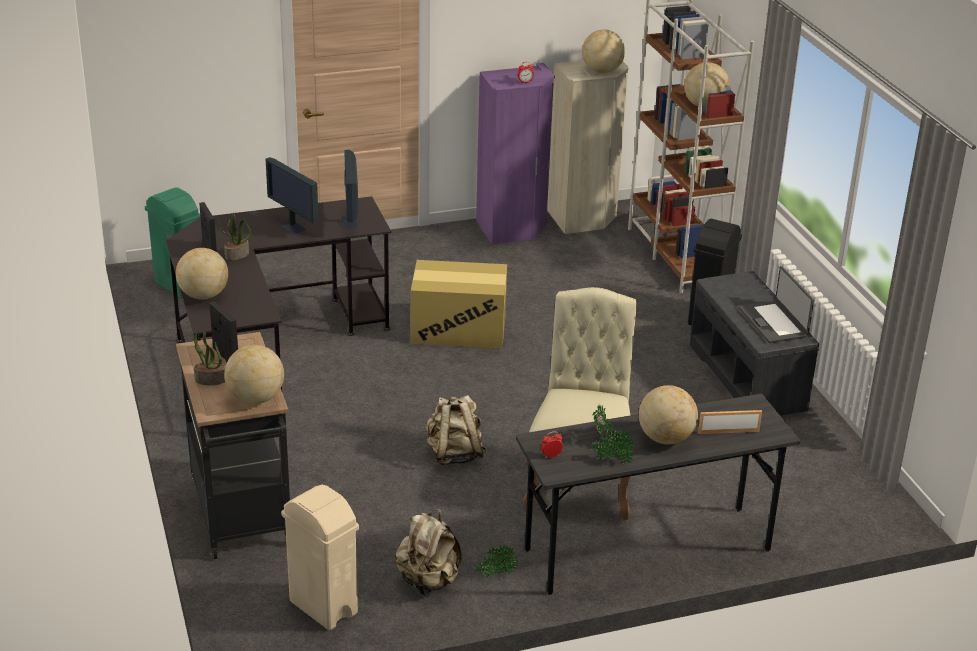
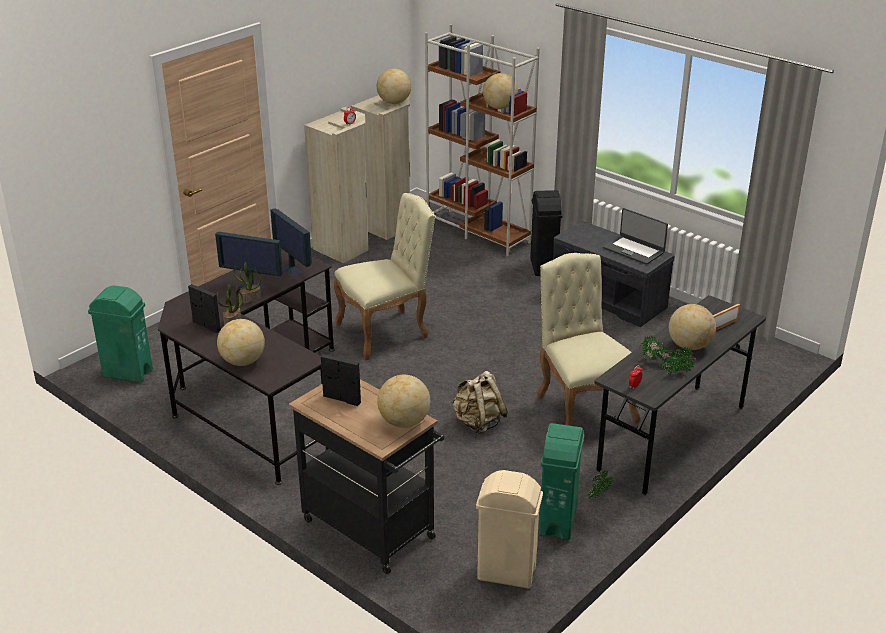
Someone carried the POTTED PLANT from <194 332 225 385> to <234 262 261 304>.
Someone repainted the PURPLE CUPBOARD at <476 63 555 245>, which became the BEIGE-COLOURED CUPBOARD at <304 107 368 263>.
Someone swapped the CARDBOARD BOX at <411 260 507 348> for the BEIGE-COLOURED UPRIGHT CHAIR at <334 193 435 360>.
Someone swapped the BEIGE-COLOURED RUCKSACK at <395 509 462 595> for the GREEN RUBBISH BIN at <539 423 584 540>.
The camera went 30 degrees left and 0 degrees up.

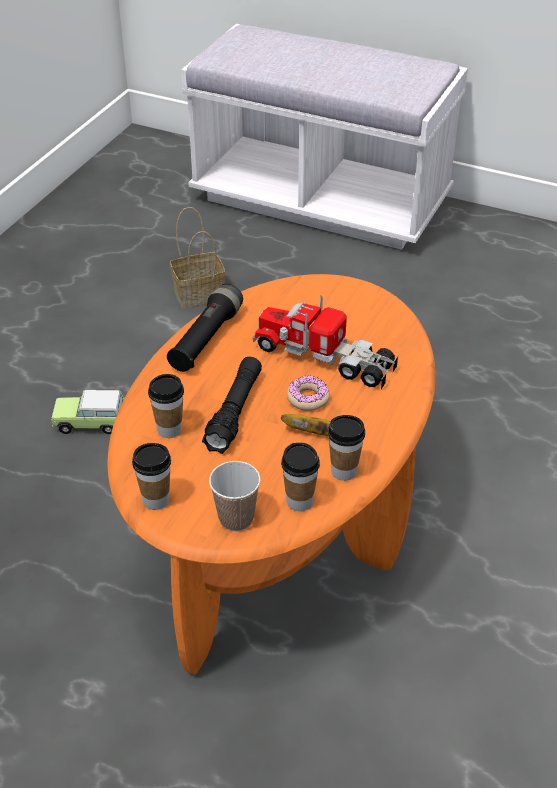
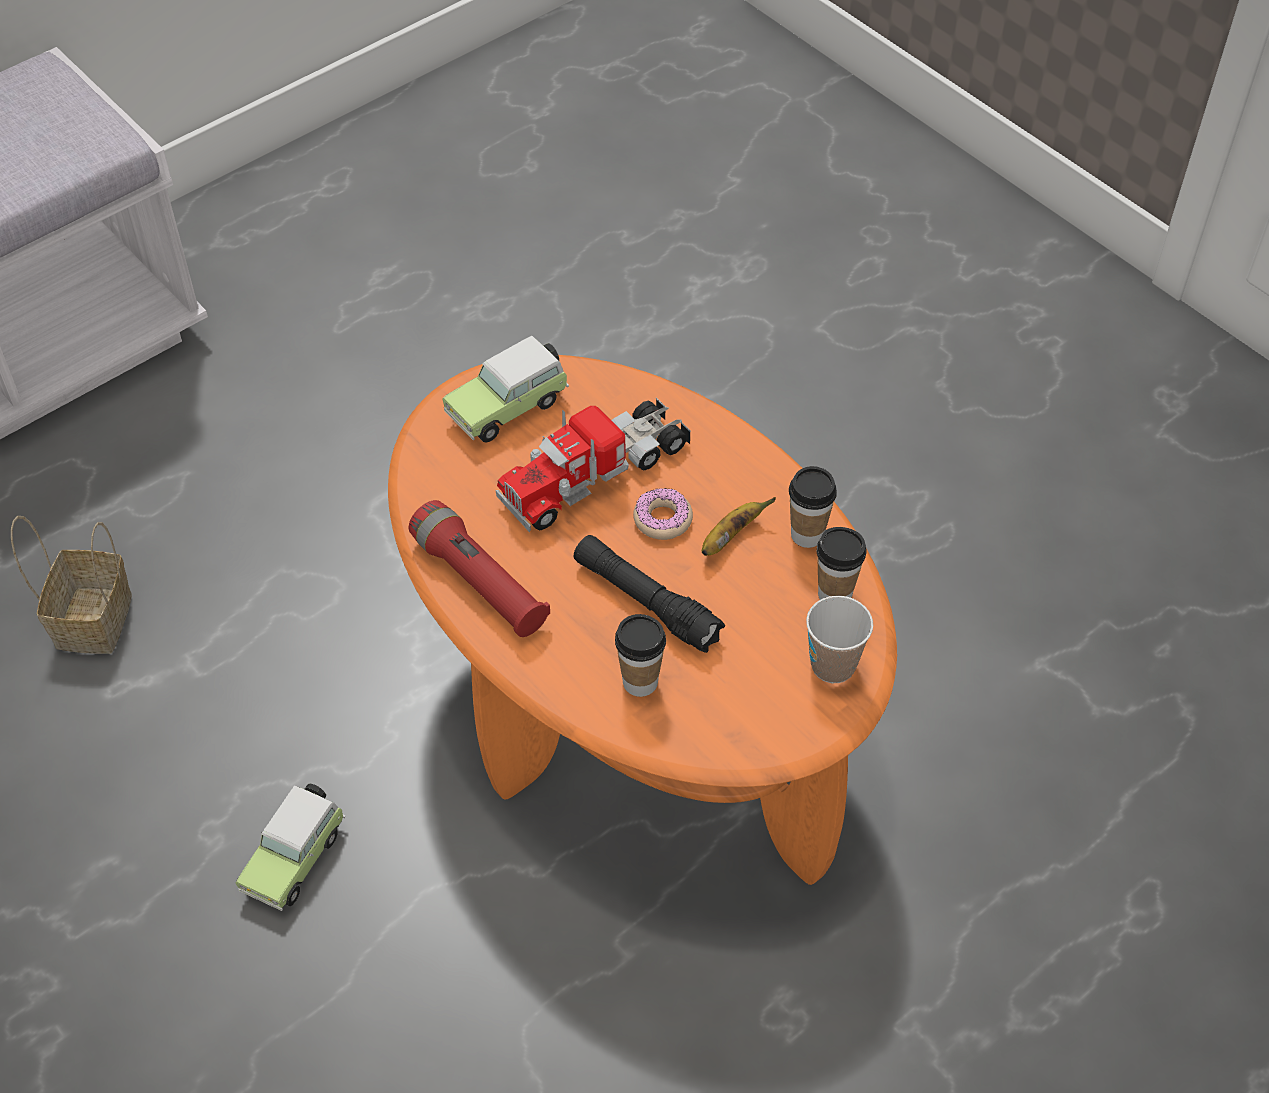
Someone repainted the BLACK HAND TORCH at <167 283 243 372>, which became the REDDISH HAND TORCH at <409 500 550 637>.
Someone put down the MODEL CAR at <442 336 569 443>.
Someone took away the SMALL CUP at <132 443 171 510>.
The camera went 65 degrees left and 10 degrees up.

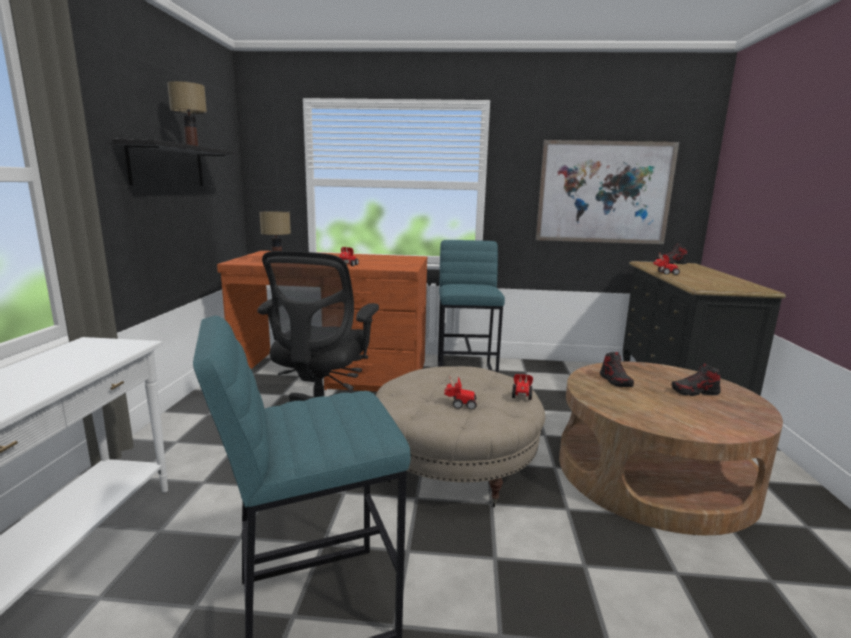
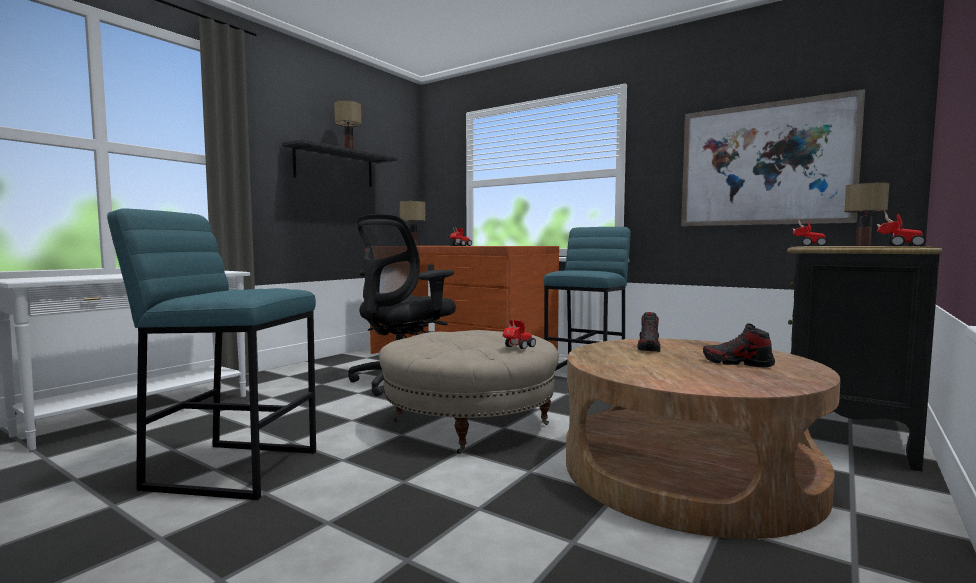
Someone swapped the ITEM OF FOOTWEAR at <656 243 688 264> for the LAMP FOR A TABLE at <844 183 889 246>.
Someone carried the MODEL CAR from <444 374 477 410> to <877 211 926 246>.
The camera went 30 degrees right and 10 degrees down.

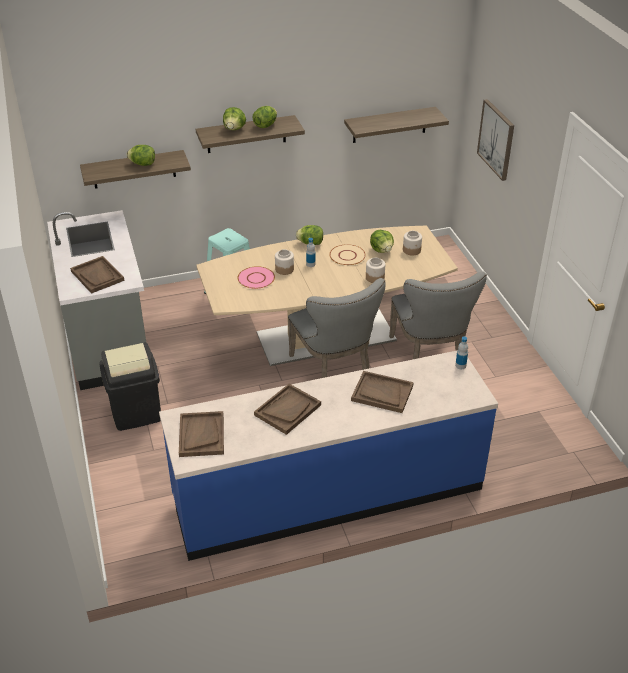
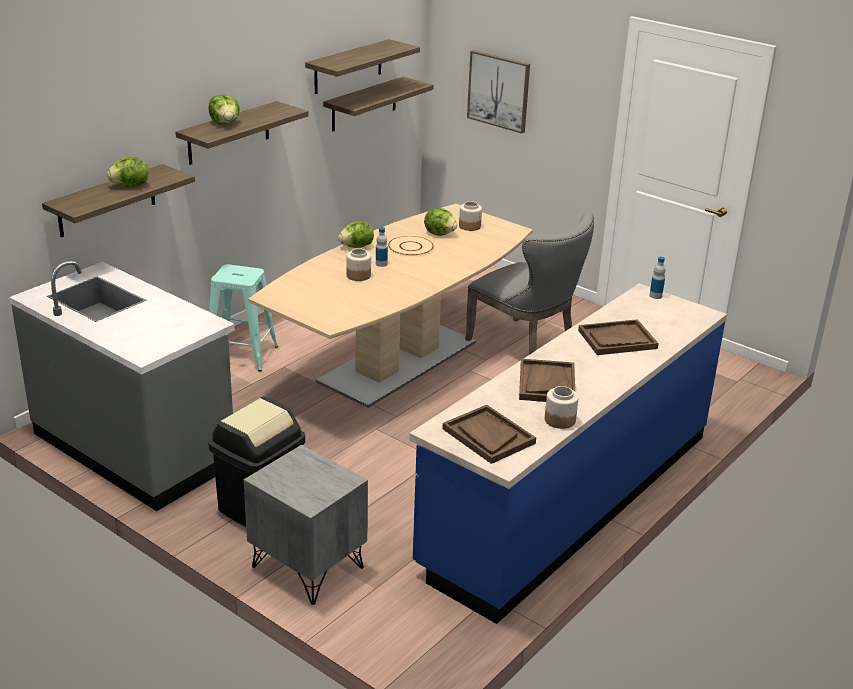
Someone put down the GREYISH NIGHTSTAND at <244 445 368 605>.
Someone put up the WALL SHELF at <305 39 420 94>.
Someone carried the STORAGE JAR from <366 258 385 283> to <545 386 579 429>.
Someone took away the BROWNISH CARRYING TRAY at <70 256 124 294>.
Someone took away the PINK FLAT DISH at <238 266 275 289>.
Someone took away the LETTUCE HEAD at <253 106 277 128>.
Someone took away the GREYISH UPRIGHT CHAIR at <288 278 385 378>.
The camera went 35 degrees left and 10 degrees down.

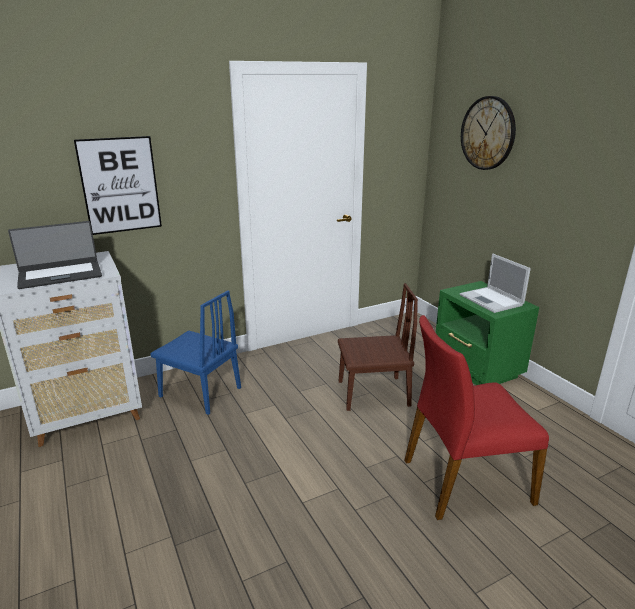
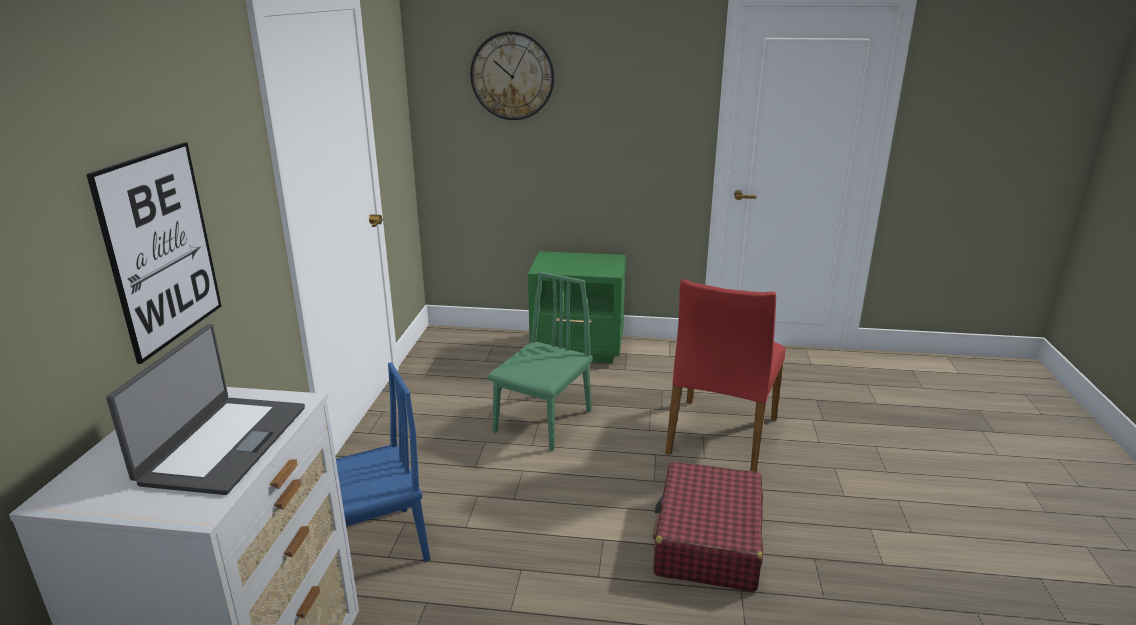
Someone repainted the BROWNISH UPRIGHT CHAIR at <338 283 418 411>, which became the GREEN UPRIGHT CHAIR at <488 272 593 451>.
Someone put down the REDDISH PIECE OF LUGGAGE at <653 461 763 592>.
Someone took away the PORTABLE COMPUTER at <460 254 531 313>.
The camera went 55 degrees left and 0 degrees up.

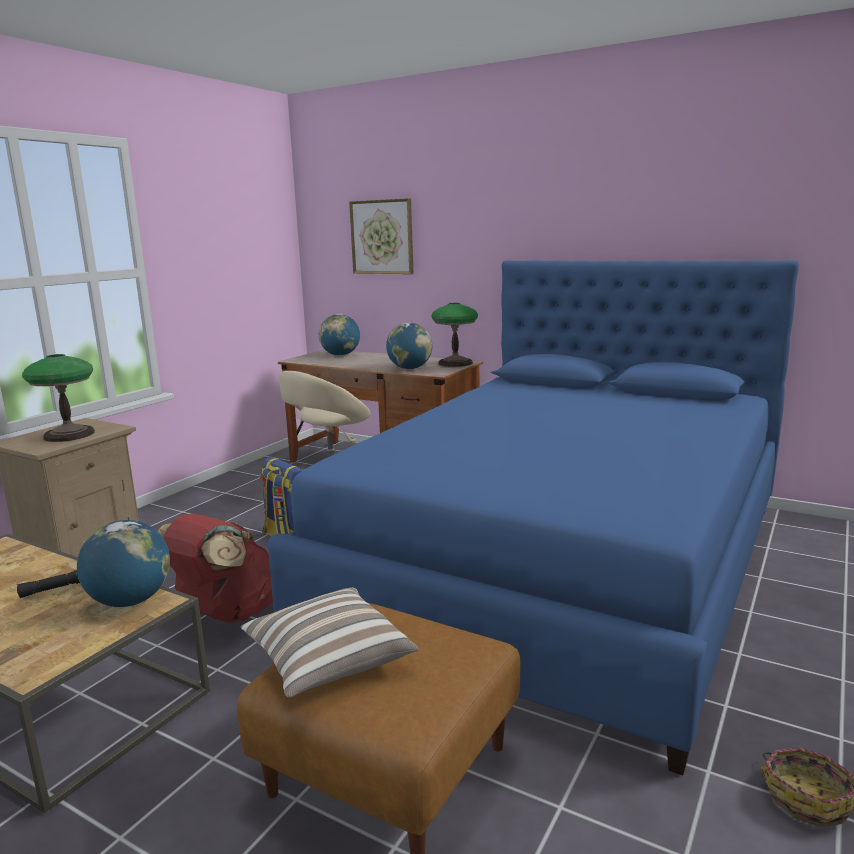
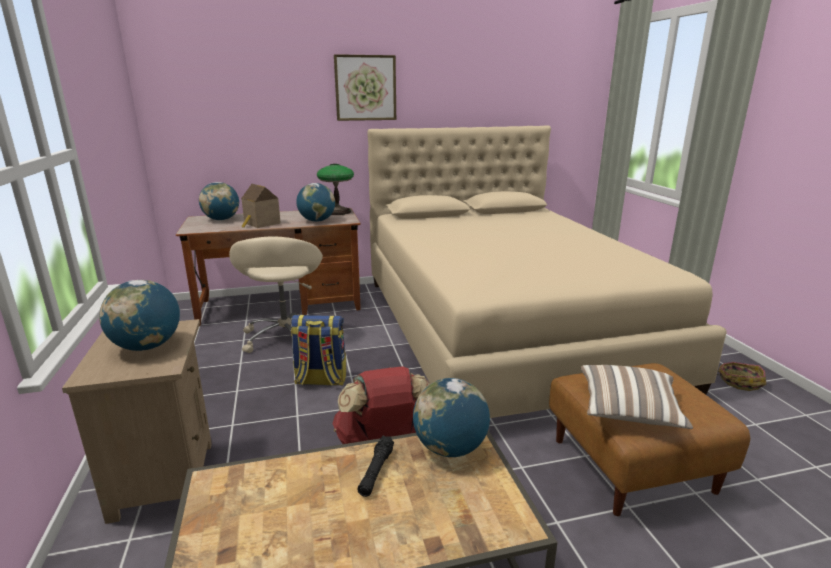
Someone swapped the LAMP FOR A TABLE at <22 354 95 442> for the WORLD GLOBE at <99 280 180 351>.
Someone put down the MINIATURE HOUSE at <241 184 281 228>.
Someone carried the WALL PICTURE from <349 198 413 274> to <334 54 396 121>.
Someone repainted the BLUE SLEEPING BED at <268 261 799 776>, which became the BEIGE-COLOURED SLEEPING BED at <368 126 727 418>.
The camera went 45 degrees left and 5 degrees up.

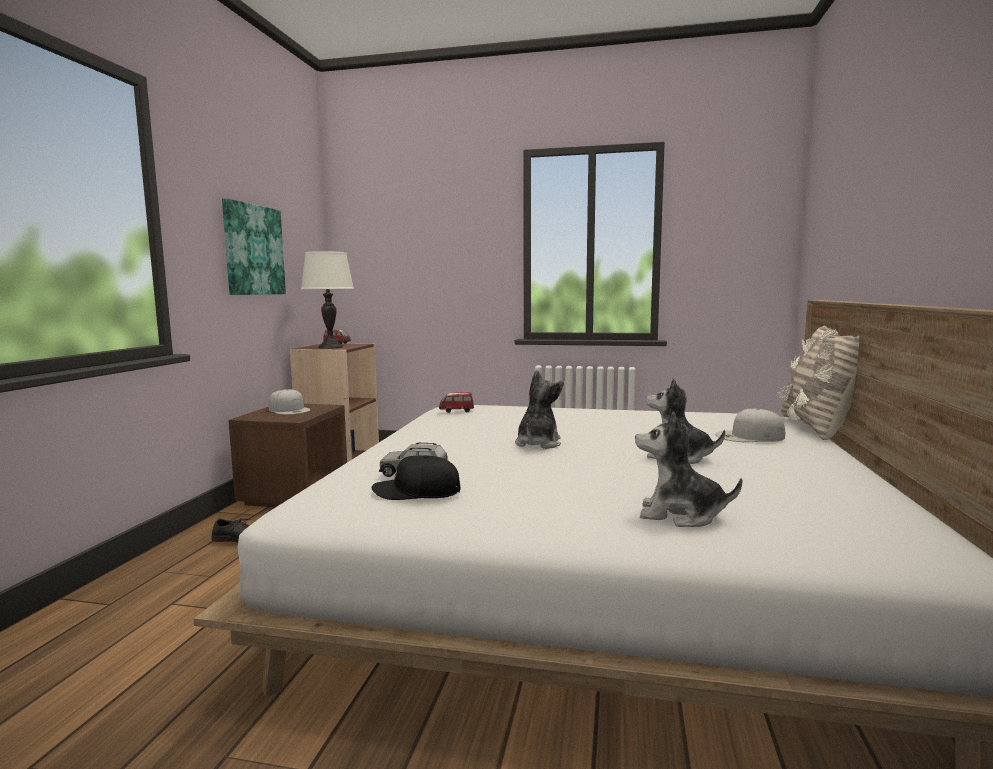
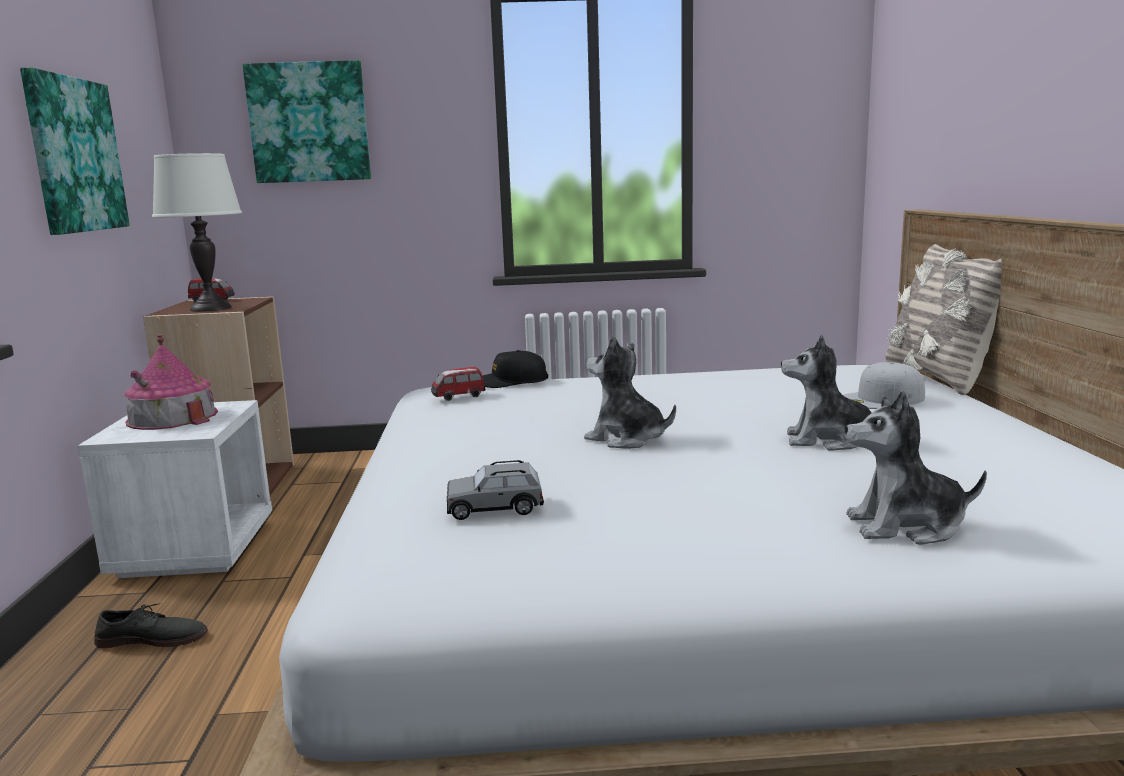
Someone repainted the BROWNISH NIGHTSTAND at <229 404 347 507>, which became the WHITISH NIGHTSTAND at <78 400 272 578>.
Someone swapped the WHITISH PEAKED CAP at <269 389 310 415> for the MINIATURE HOUSE at <124 335 218 430>.
Someone put up the WALL PICTURE at <243 60 371 183>.
Someone carried the BLACK PEAKED CAP from <372 455 460 500> to <483 350 548 388>.
Someone rotated the PLUSH TOY at <515 370 564 449> by 60 degrees counterclockwise.
The camera went 15 degrees left and 5 degrees up.

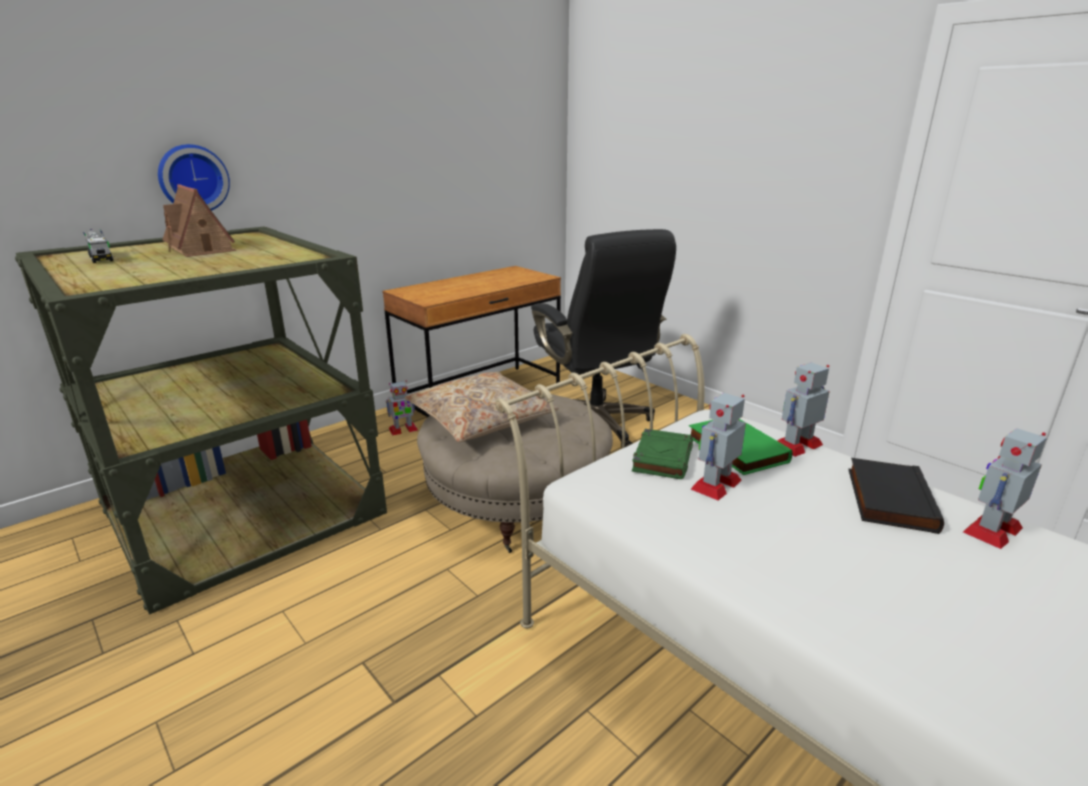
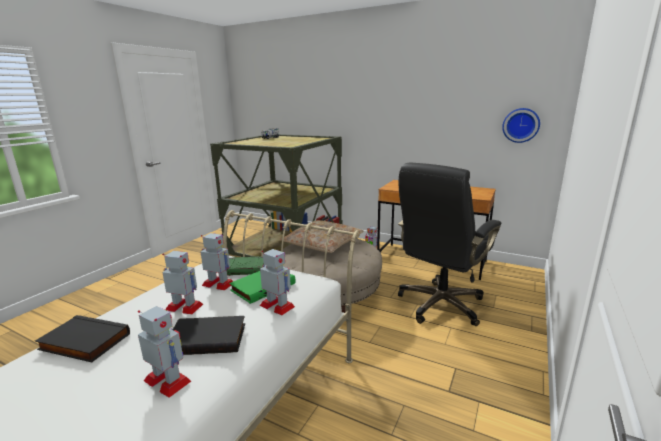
Someone put down the BLACK VOLUME at <35 315 130 362>.
Someone put down the ROBOT FIGURE at <162 251 203 314>.
Someone carried the WALL CLOCK from <158 144 230 211> to <502 108 540 143>.
Someone took away the MINIATURE HOUSE at <162 184 236 257>.
The camera went 70 degrees right and 5 degrees down.

